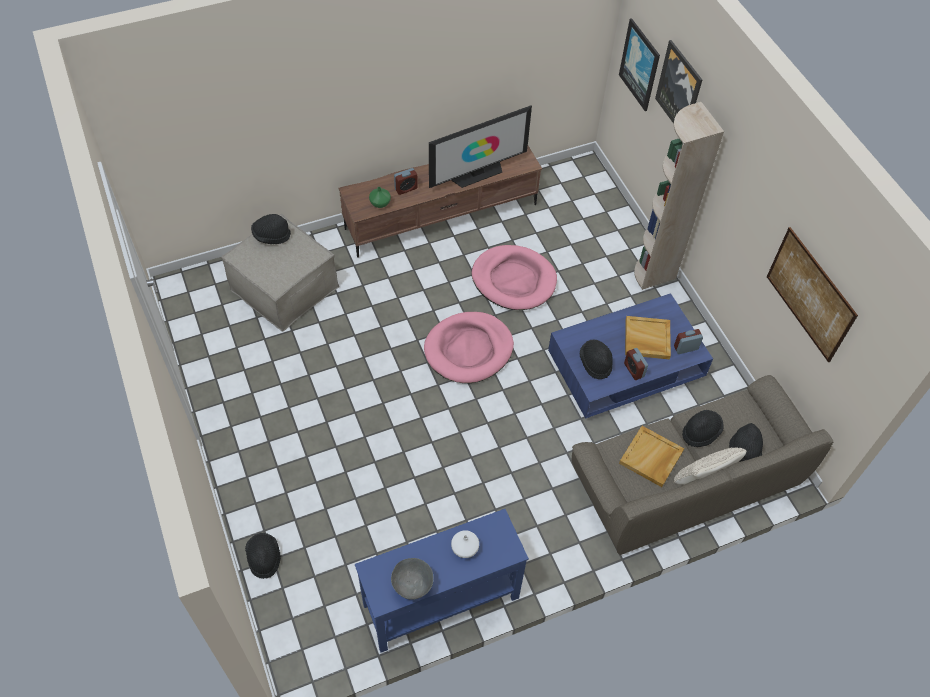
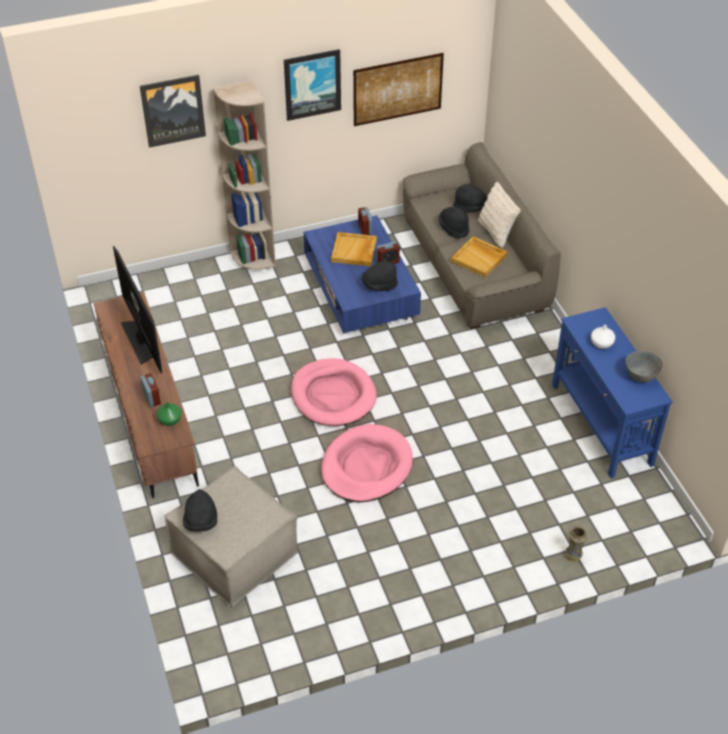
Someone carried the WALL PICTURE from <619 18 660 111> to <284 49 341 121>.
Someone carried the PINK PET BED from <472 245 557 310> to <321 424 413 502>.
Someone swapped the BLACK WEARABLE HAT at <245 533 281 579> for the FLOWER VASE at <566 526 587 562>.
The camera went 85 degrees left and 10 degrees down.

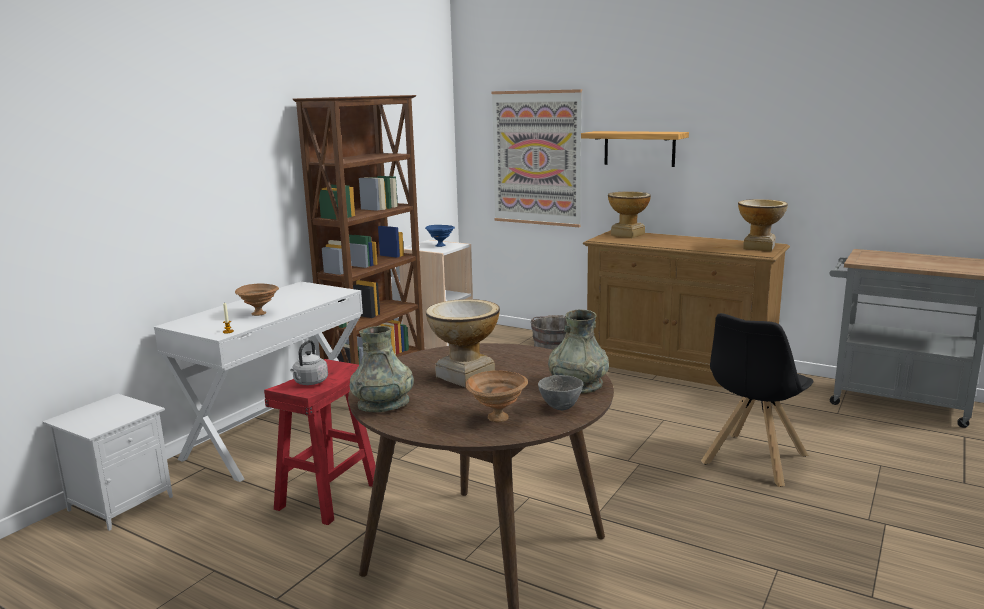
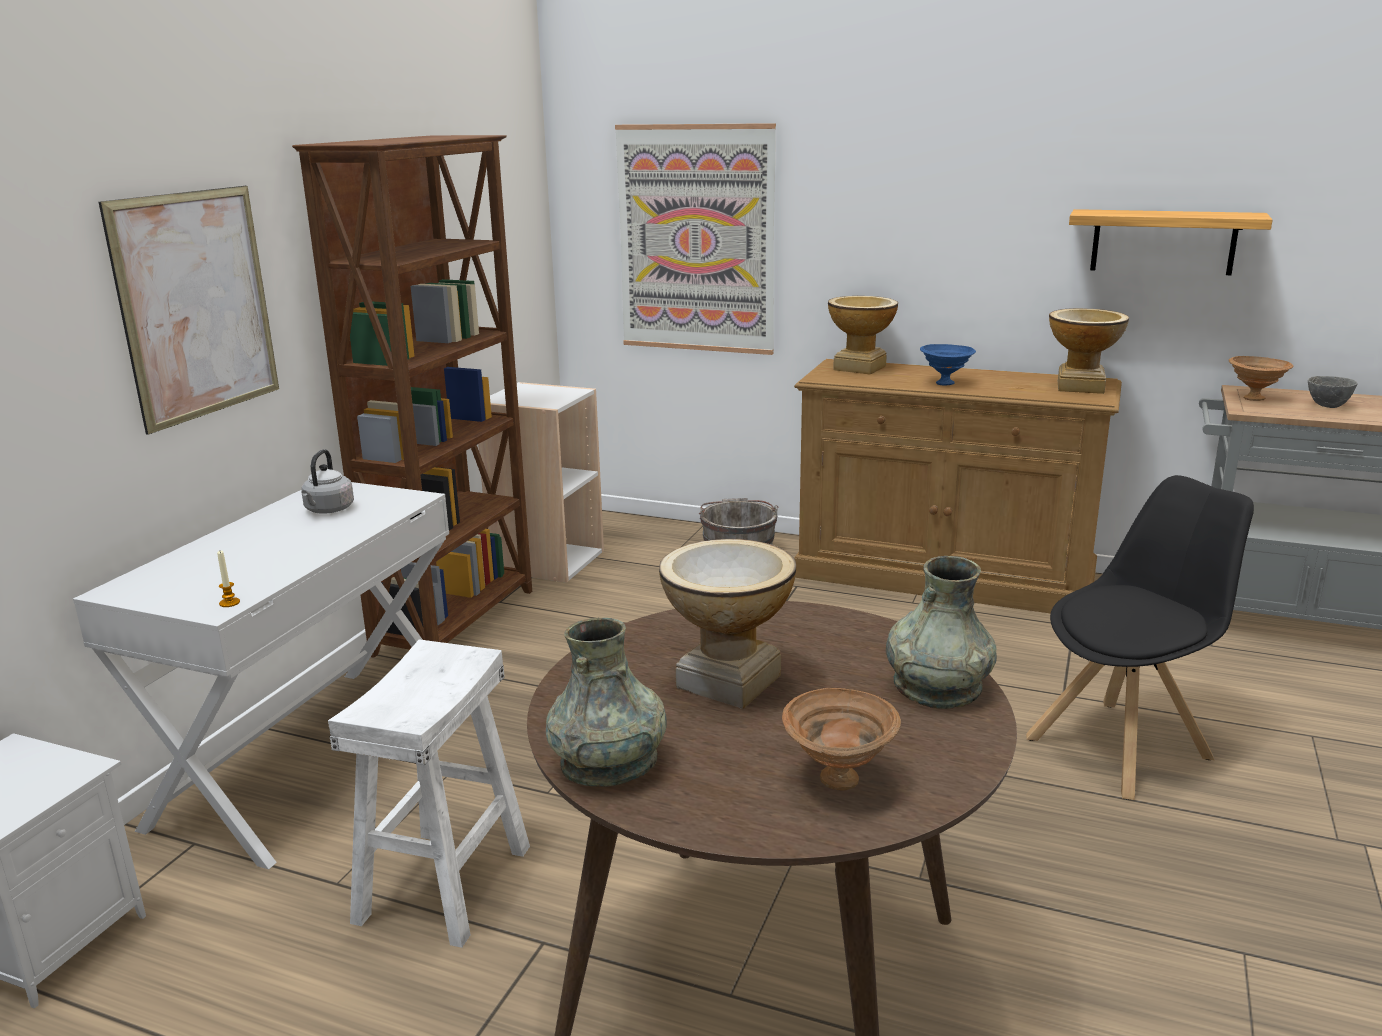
Someone put up the WALL PICTURE at <99 186 279 435>.
Someone carried the GREYISH WATER KETTLE from <290 340 328 385> to <301 449 354 514>.
Someone repainted the REDDISH SITTING STOOL at <264 359 376 525>, which became the WHITISH SITTING STOOL at <328 639 530 948>.
Someone carried the BLUE SERVING BOWL from <425 225 455 247> to <920 344 976 386>.
Someone rotated the BLACK UPRIGHT CHAIR at <701 313 813 487> by 150 degrees counterclockwise.
Someone carried the WALL SHELF from <581 131 689 167> to <1069 209 1273 275>.
Someone carried the BROWNISH SERVING BOWL from <235 284 279 316> to <1229 356 1294 401>.
Someone carried the GREYISH SERVING BOWL from <538 375 583 410> to <1308 376 1358 408>.
The camera went 10 degrees left and 5 degrees up.

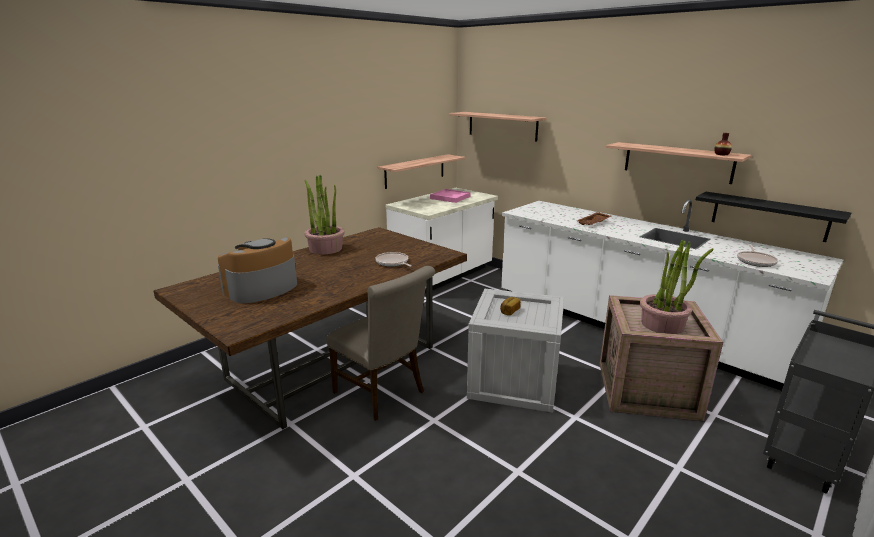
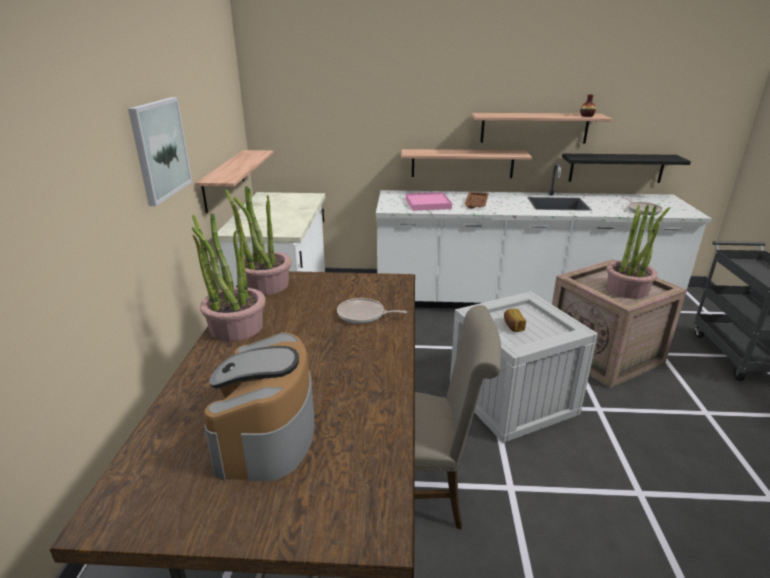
Someone put up the WALL PICTURE at <128 97 192 206>.
Someone put down the POTTED PLANT at <225 186 292 295>.
Someone carried the WALL SHELF from <449 112 547 142> to <401 149 532 178>.
Someone carried the PINK CARRYING TRAY from <430 189 471 203> to <406 192 452 211>.
The camera went 40 degrees left and 5 degrees up.

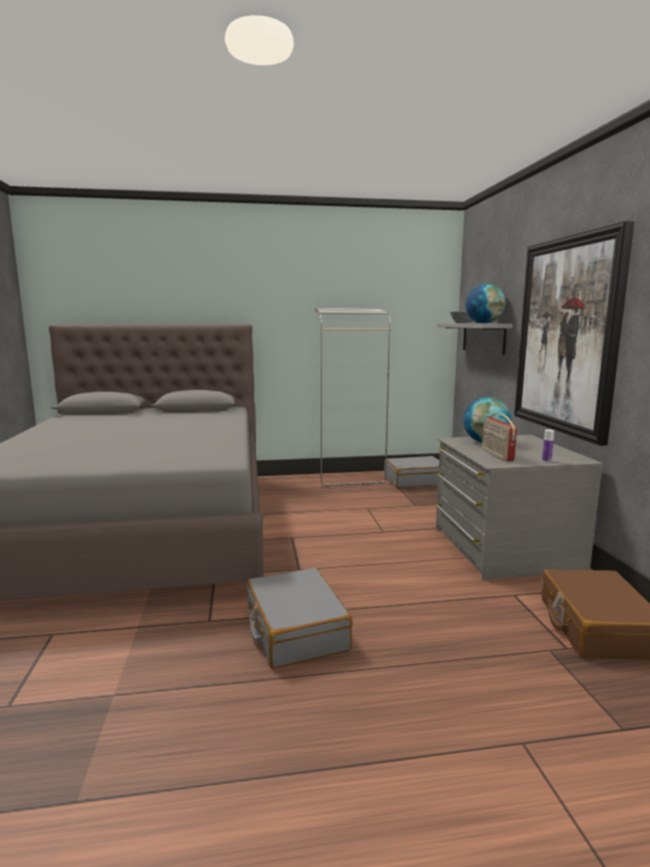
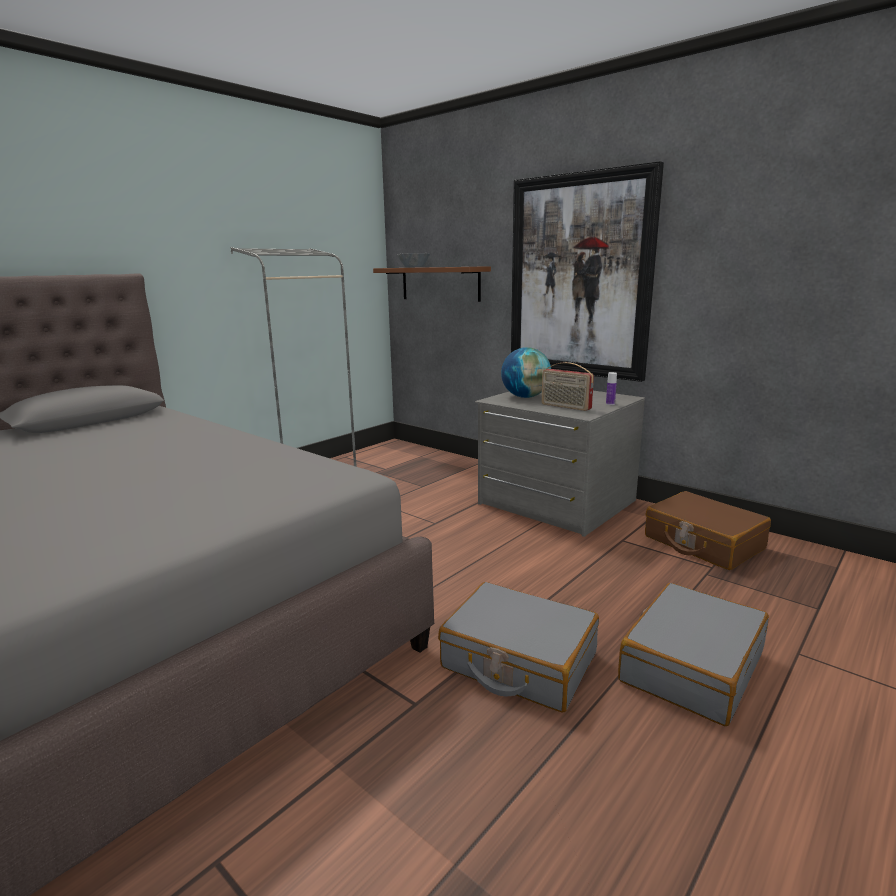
Someone repainted the GREYISH WALL SHELF at <437 323 513 355>, which became the BROWNISH WALL SHELF at <373 266 491 302>.
Someone carried the GREYISH PIECE OF LUGGAGE from <384 456 439 488> to <618 583 769 726>.
Someone took away the WORLD GLOBE at <466 284 506 323>.
The camera went 40 degrees left and 5 degrees up.

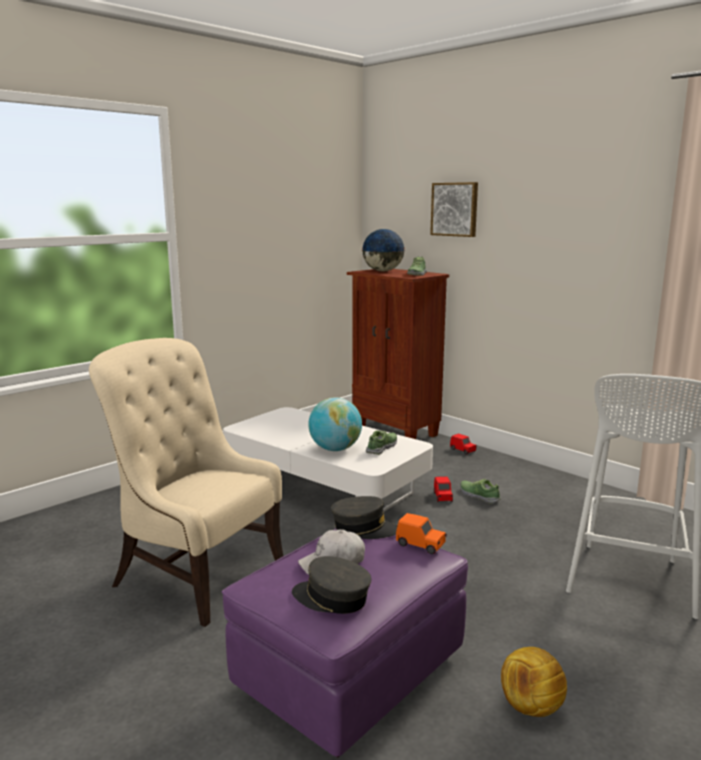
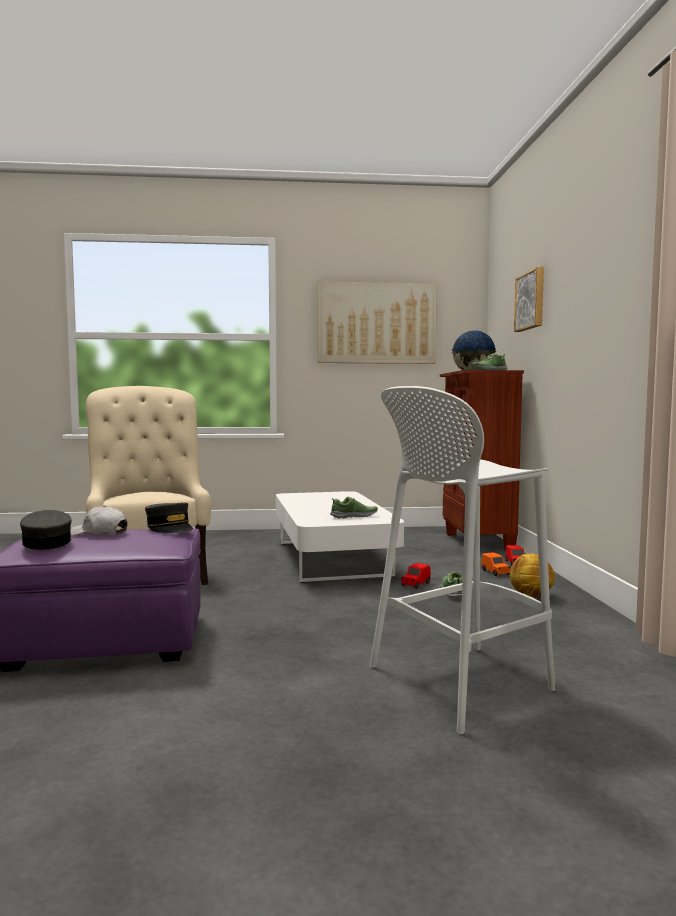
Someone put up the WALL PICTURE at <318 281 437 364>.
Someone carried the ORANGE-COLOURED MODEL CAR from <396 513 447 554> to <481 552 510 576>.
Someone carried the FOOTBALL from <501 647 567 717> to <510 553 555 597>.
Someone took away the WORLD GLOBE at <308 397 362 451>.
The camera went 40 degrees right and 10 degrees down.

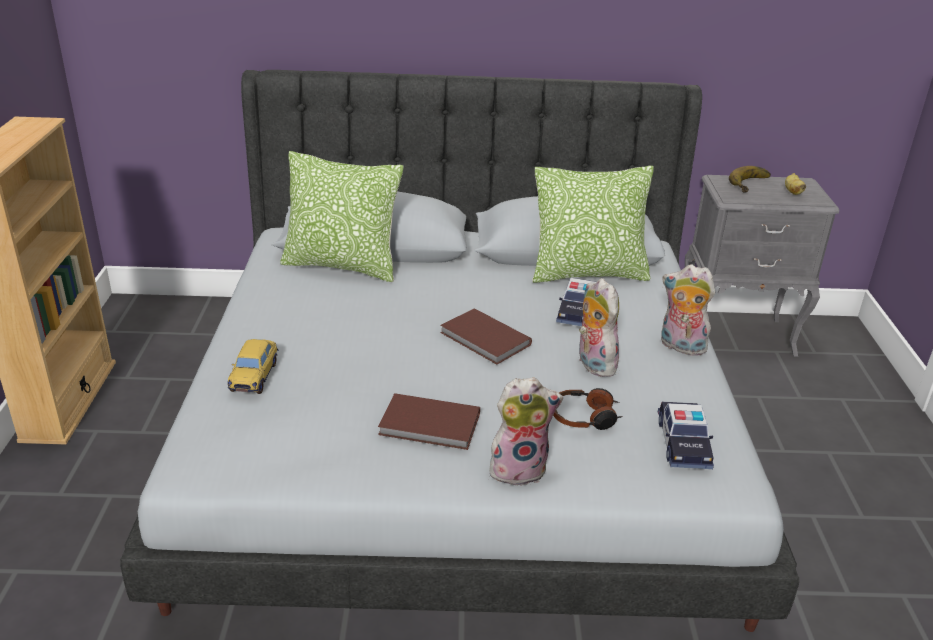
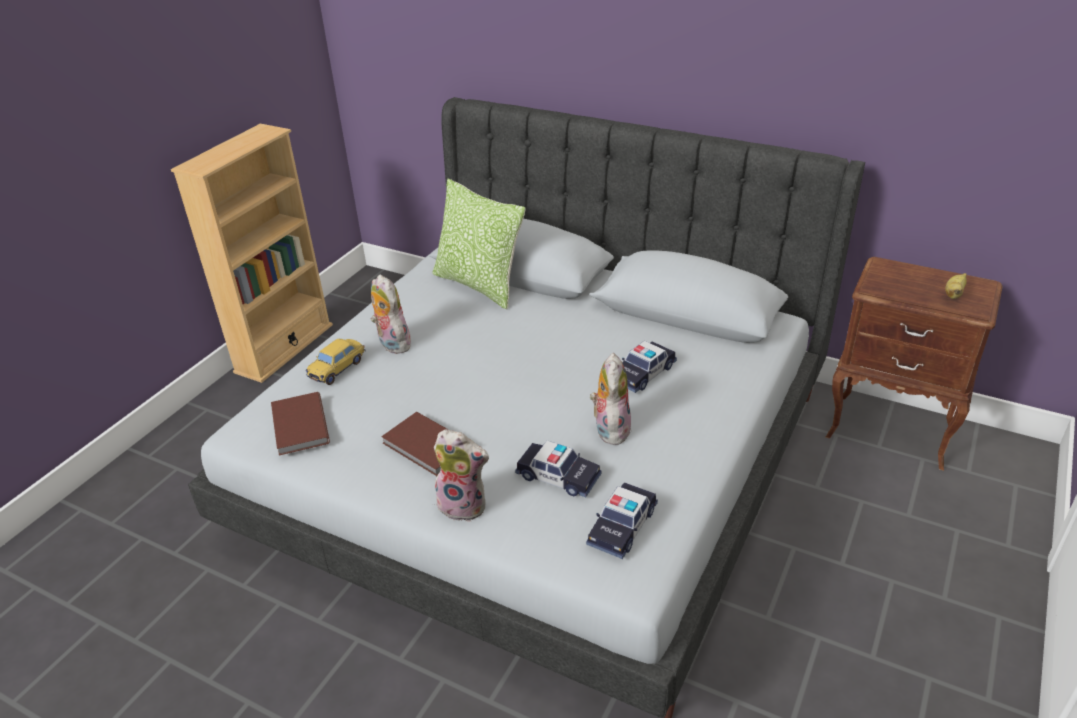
Someone carried the BROWNISH VOLUME from <440 308 532 365> to <271 392 330 455>.
Someone carried the PLUSH TOY from <661 264 715 357> to <371 274 411 354>.
Someone swapped the HEADSET at <553 388 623 430> for the MODEL CAR at <515 440 602 497>.
Someone repainted the GREYISH NIGHTSTAND at <685 175 839 357>, which became the BROWNISH NIGHTSTAND at <825 257 1003 471>.
Someone took away the THROW PILLOW at <532 166 654 283>.
Someone took away the BANANA FRUIT at <729 166 771 192>.
The camera went 30 degrees right and 5 degrees up.

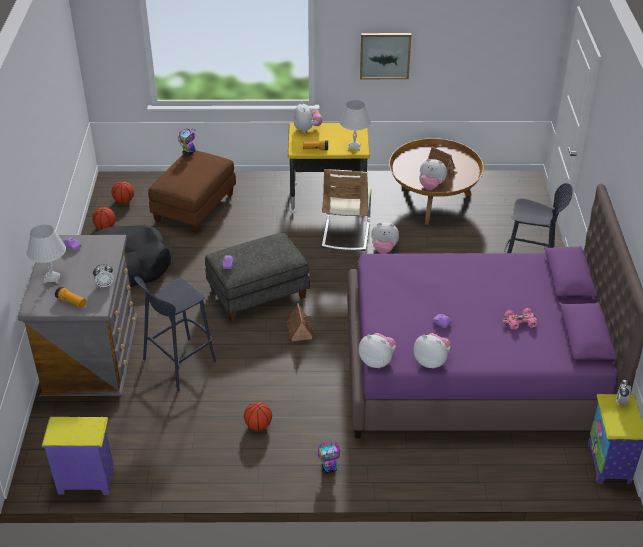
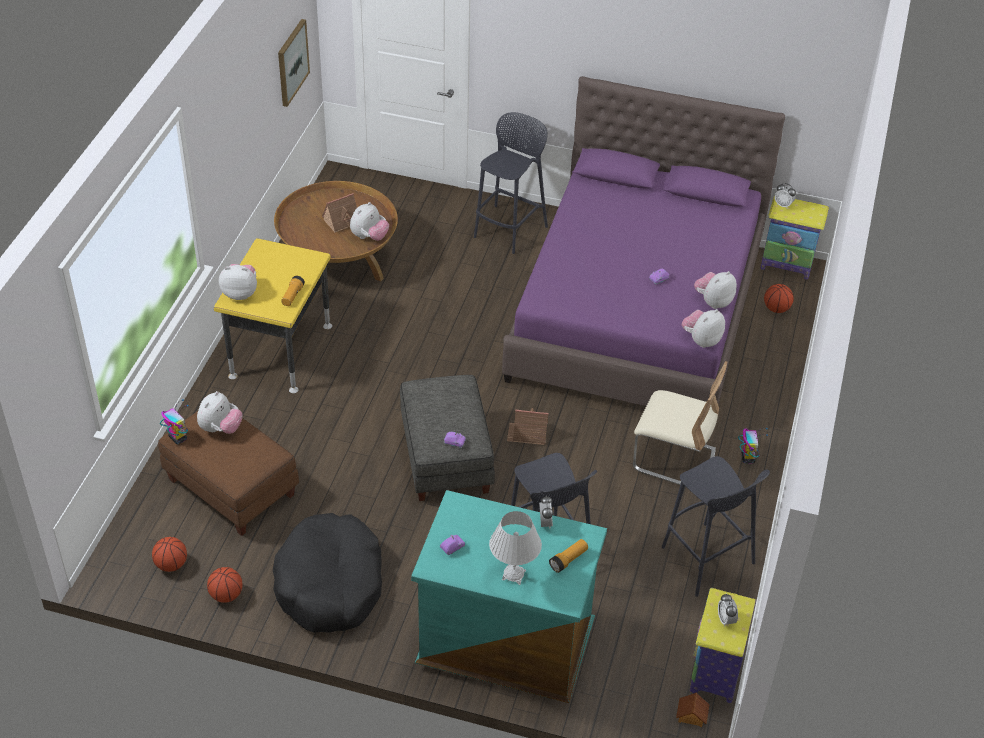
Someone carried the PLUSH TOY from <371 222 399 254> to <197 391 242 434>.
Someone carried the WALL PICTURE from <360 33 411 79> to <278 19 310 107>.
Someone repainted the GREYISH CHEST OF DRAWERS at <18 235 138 396>, which became the TURQUOISE CHEST OF DRAWERS at <411 490 607 703>.
Someone carried the BEIGE-COLOURED UPRIGHT CHAIR from <322 169 371 251> to <633 361 727 485>.
Someone put down the GREYISH SITTING STOOL at <662 456 770 597>.
Someone put down the MINIATURE HOUSE at <676 693 710 727>.
Someone put down the TABLE CLOCK at <718 593 738 627>.
Someone carried the BASKETBALL from <244 402 272 430> to <764 284 794 313>.
Someone took away the WHITISH LAMP FOR A TABLE at <340 100 371 151>.
Someone took away the PINK MODEL CAR at <502 308 537 330>.
The camera went 75 degrees left and 5 degrees up.

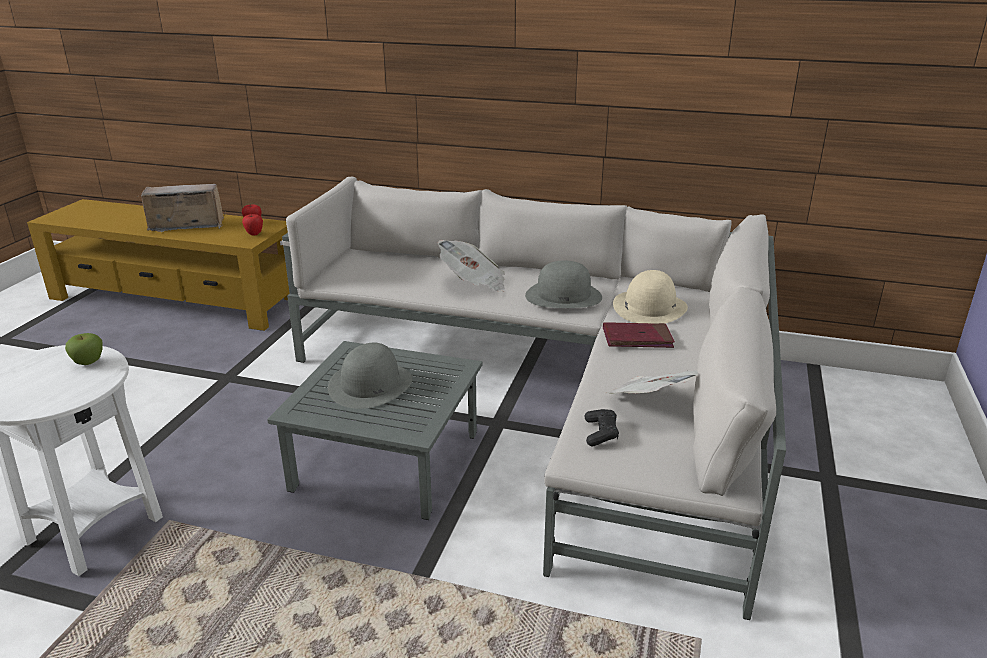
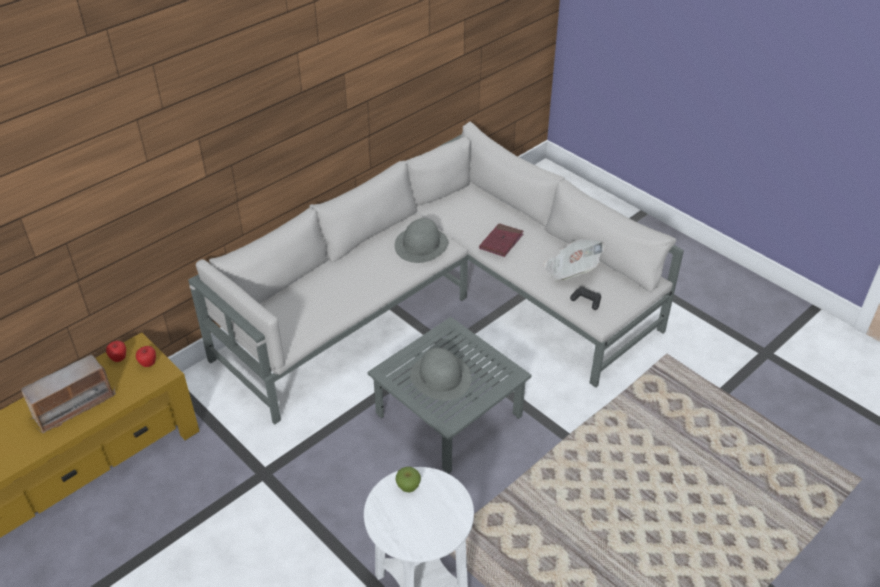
Someone rotated the RADIO SET at <137 184 226 232> by 150 degrees counterclockwise.
Someone took away the DAILY PAPER at <438 240 505 292>.
Someone took away the BEIGE-COLOURED WEARABLE HAT at <613 270 688 324>.
The camera went 60 degrees left and 15 degrees up.

